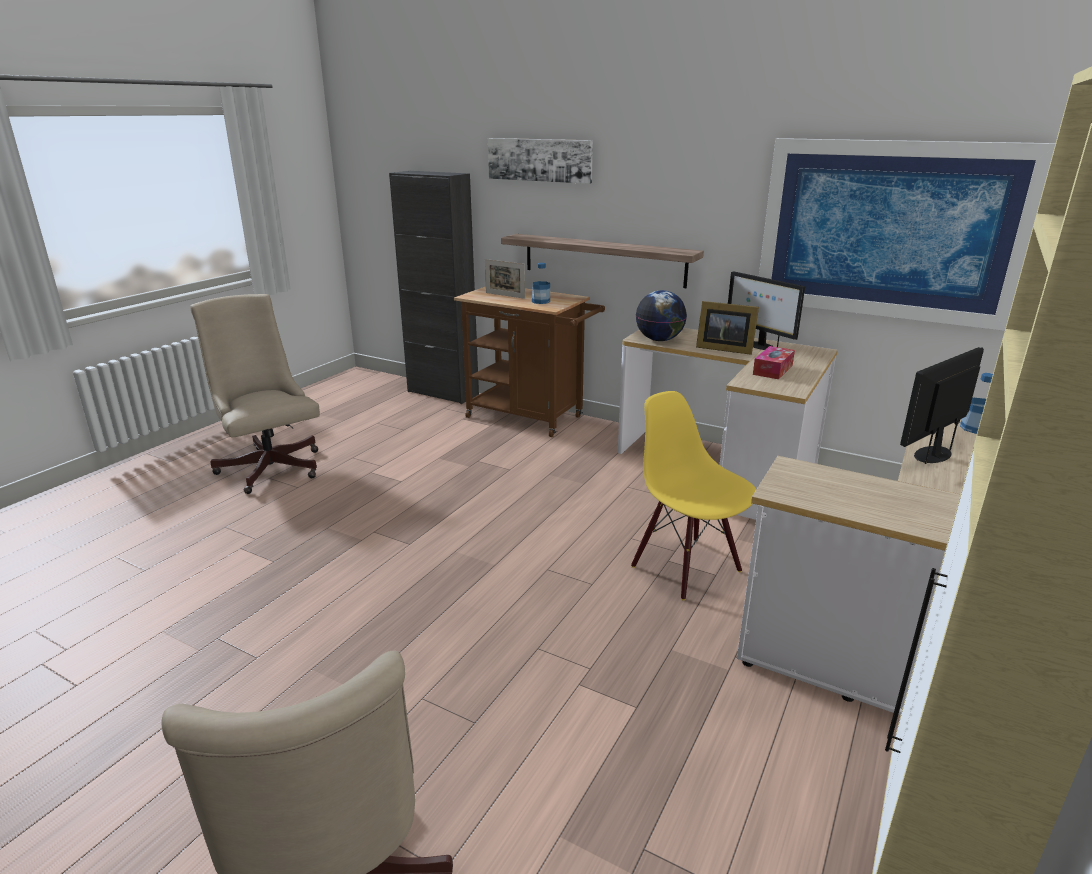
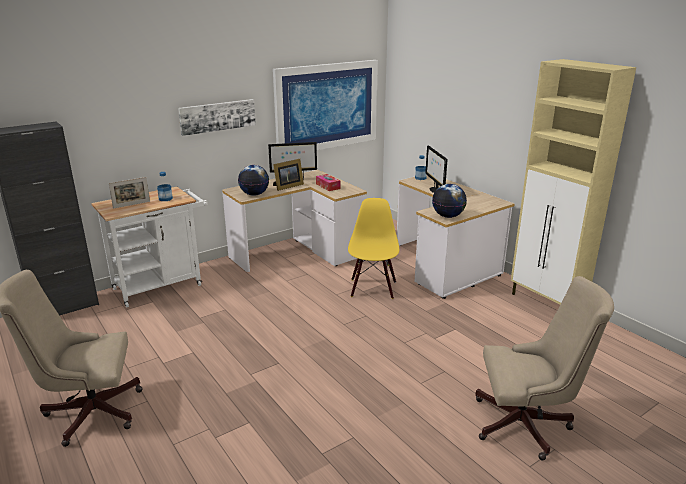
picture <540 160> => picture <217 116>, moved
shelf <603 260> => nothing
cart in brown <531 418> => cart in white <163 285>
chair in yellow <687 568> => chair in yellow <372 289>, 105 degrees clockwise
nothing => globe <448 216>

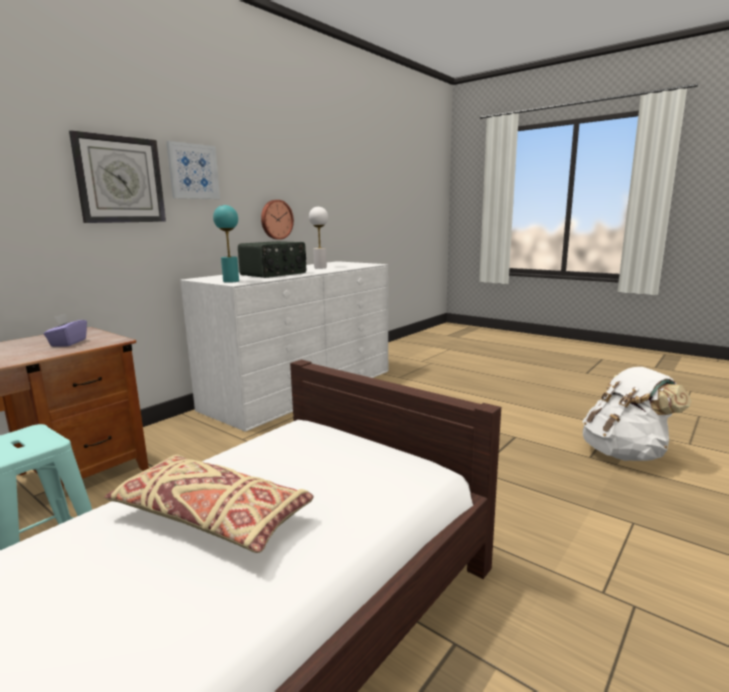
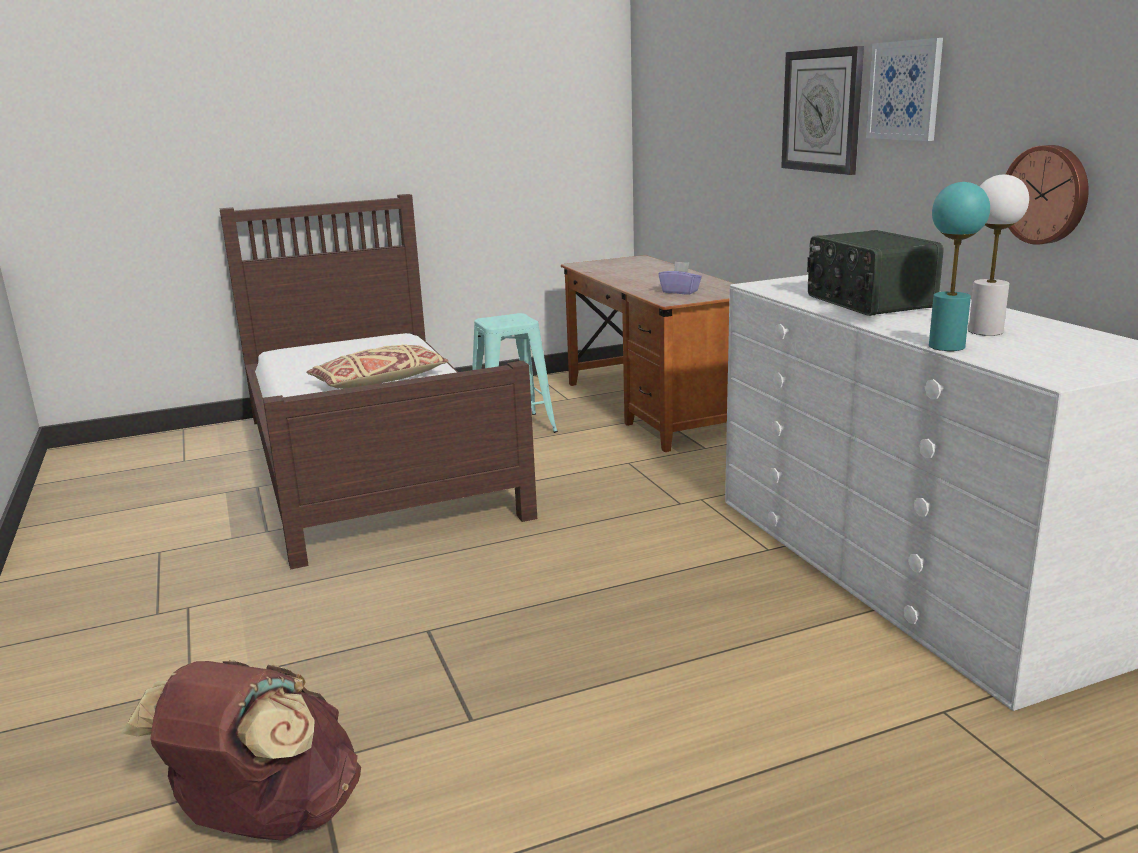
table lamp in turquoise <231 281> => table lamp in turquoise <946 346>, moved
backpack in white <625 453> => backpack in brown <266 819>

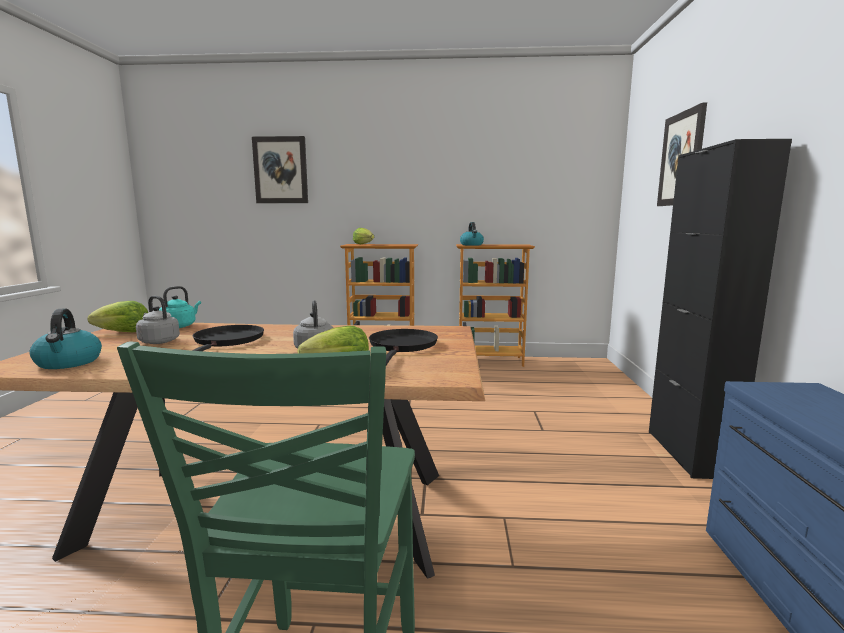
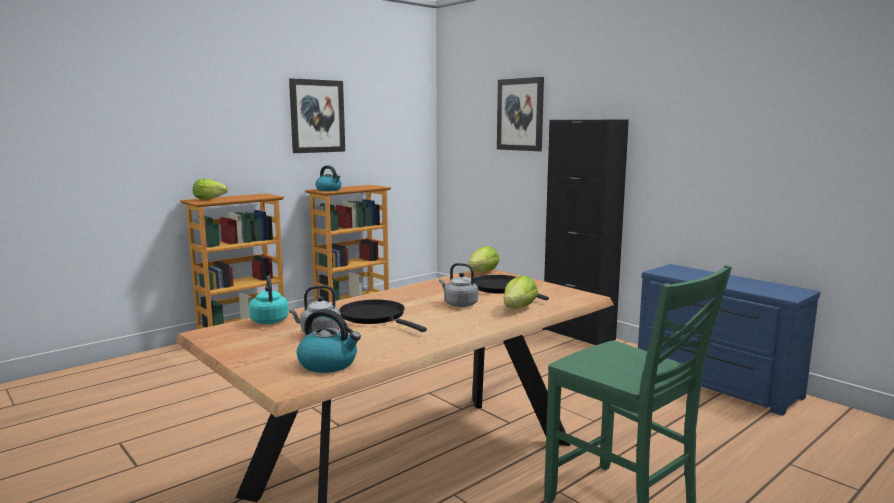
picture <280 170> => picture <317 116>, moved
lettuce <124 333> => lettuce <483 272>, moved

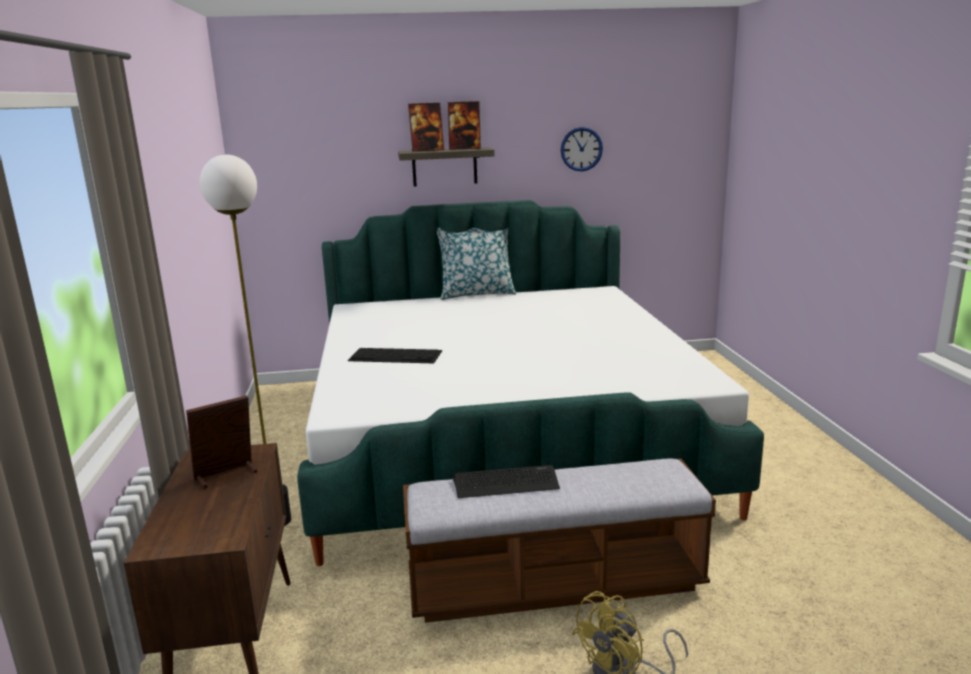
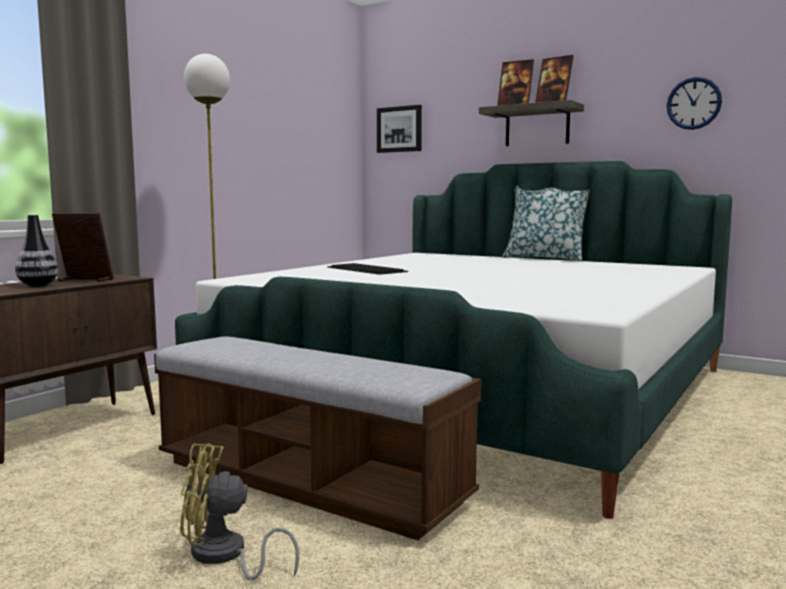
keyboard <506 483> => nothing
nothing => picture <399 129>
nothing => vase <38 285>

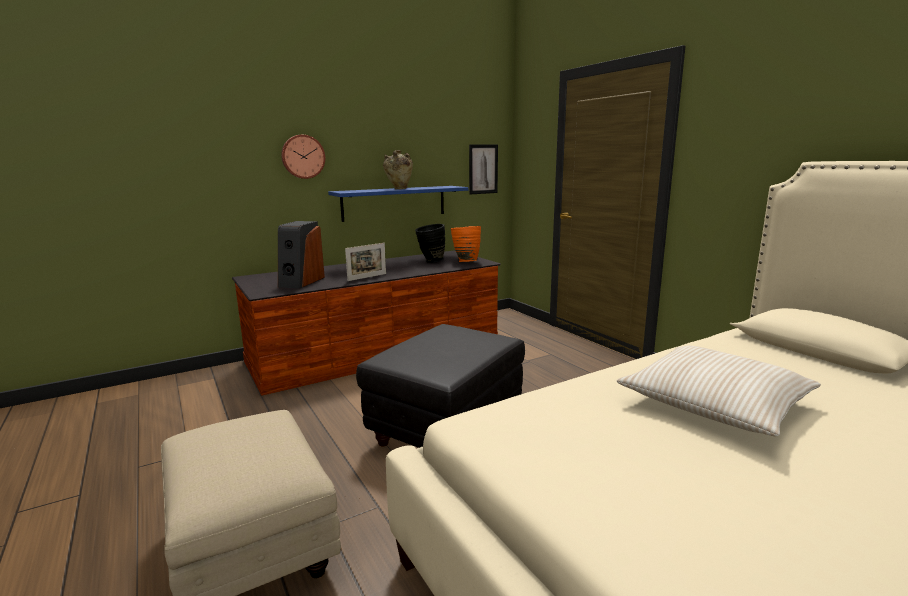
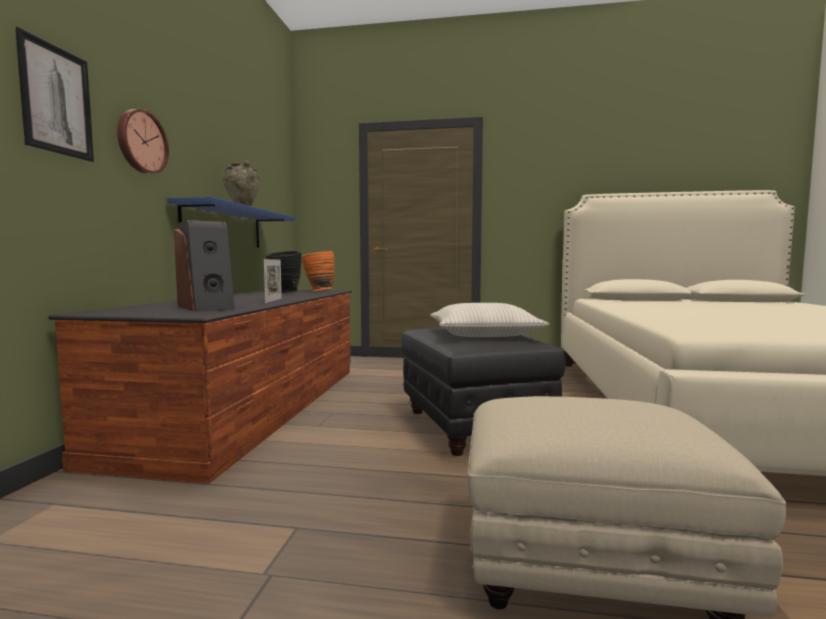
picture <483 169> => picture <56 100>, moved
pillow in beige <714 403> => pillow in beige <483 334>, moved

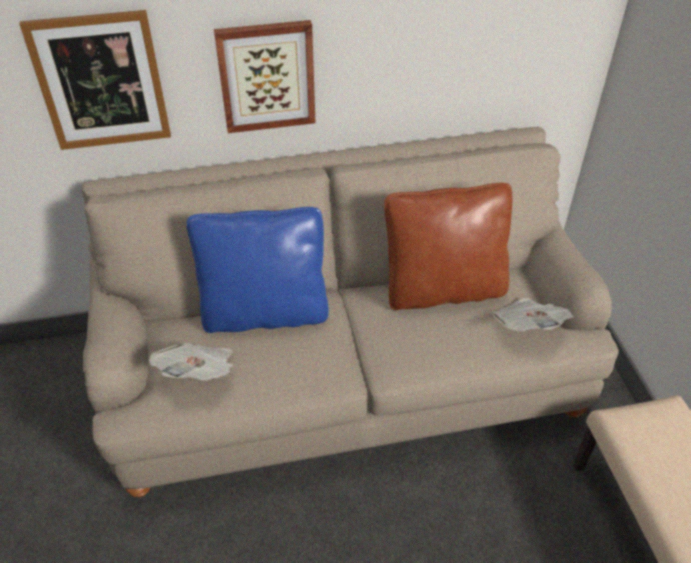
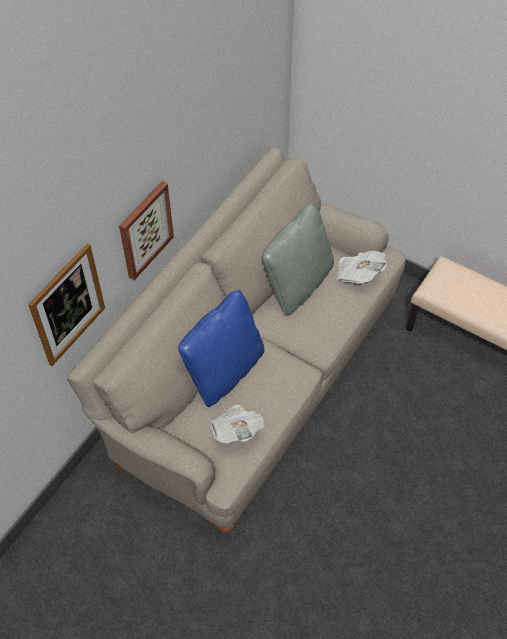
pillow in brown <443 289> => pillow in grey <297 284>

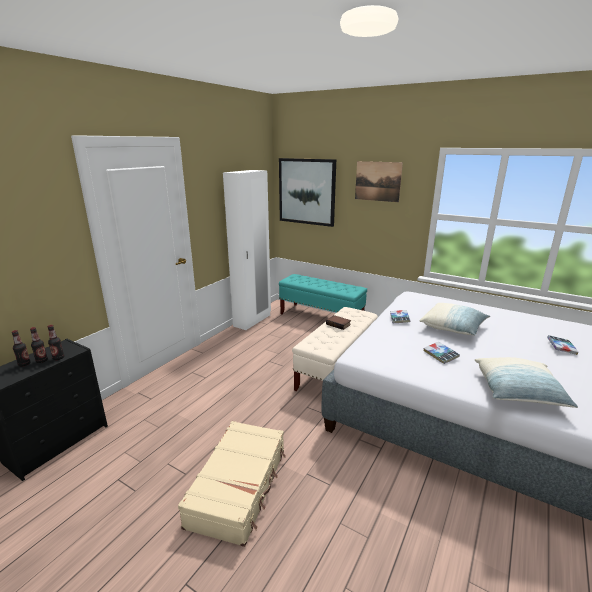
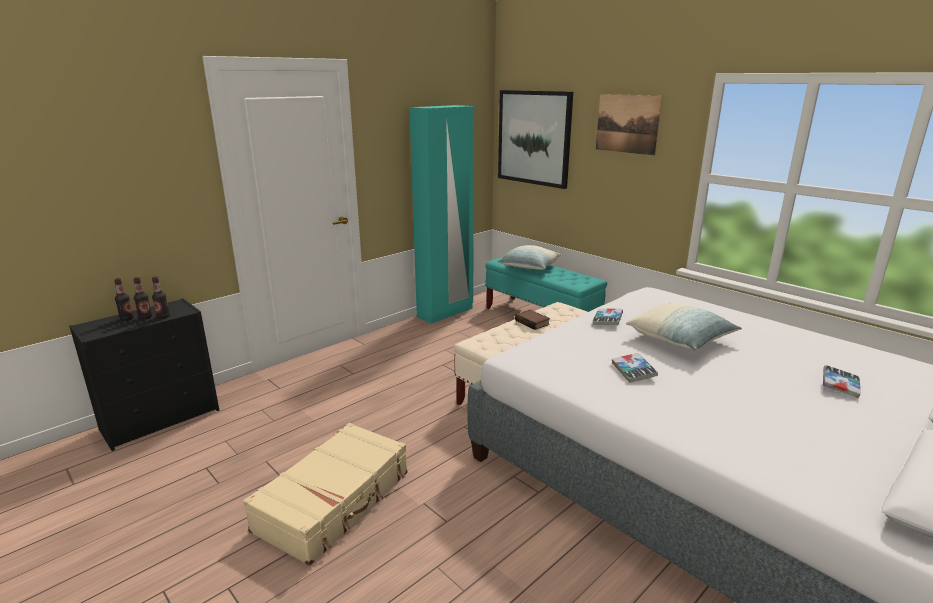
wardrobe in white <252 320> => wardrobe in turquoise <445 313>
pillow <518 392> => pillow <529 268>, moved

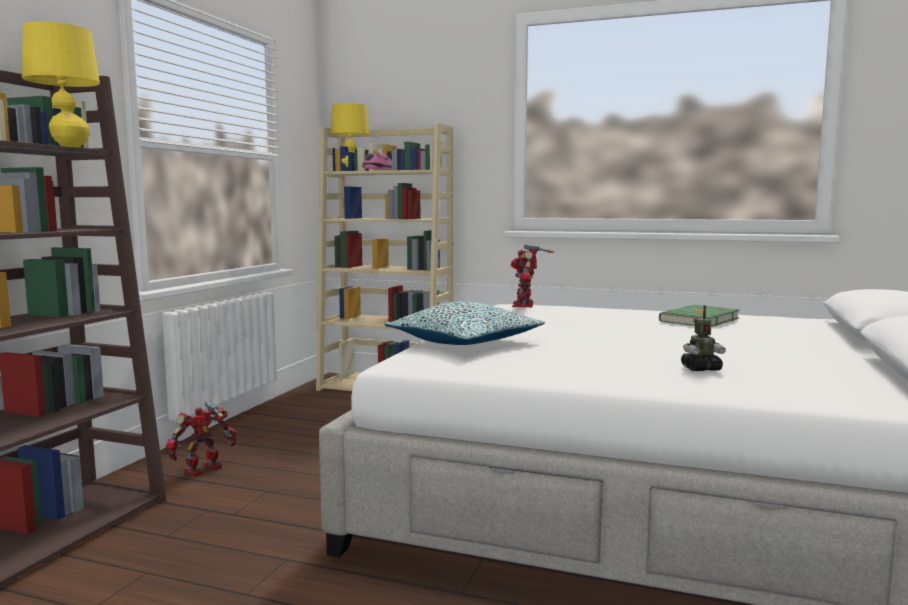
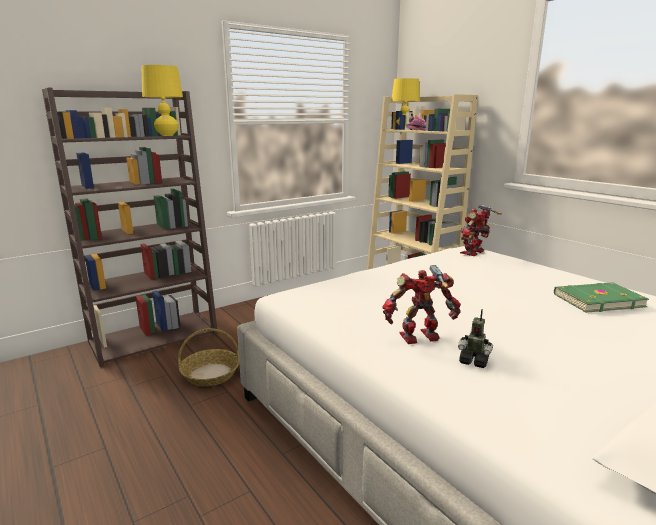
pillow <465 342> => nothing
toy robot <204 470> => toy robot <420 338>, moved
nothing => basket <211 374>

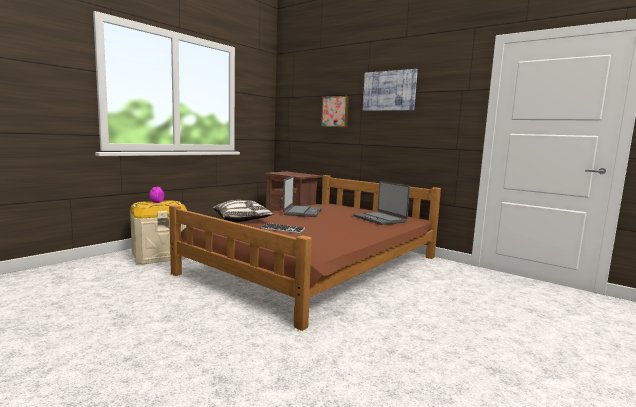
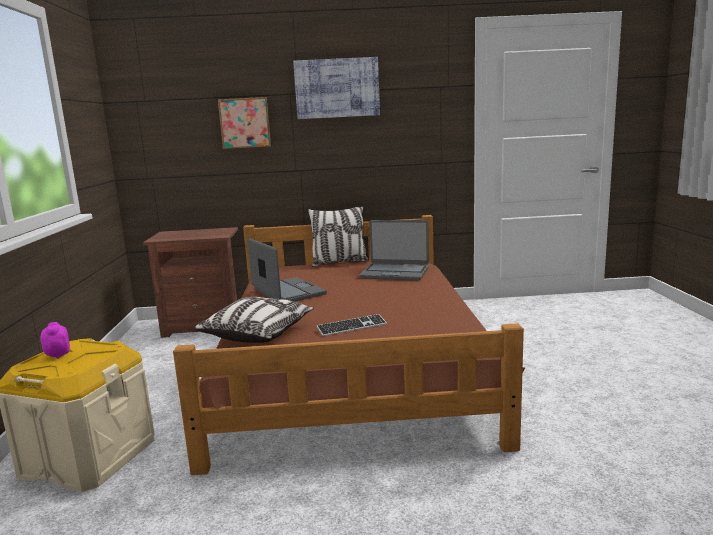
nothing => pillow <339 262>

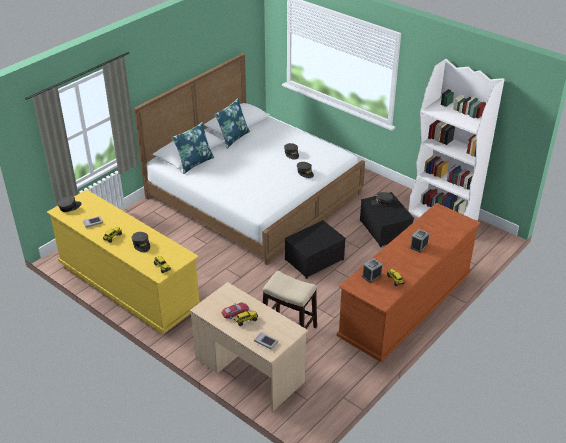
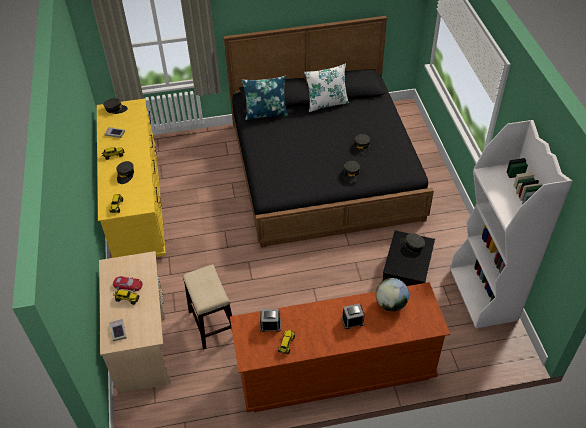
bed in white <253 194> => bed in black <323 169>
pillow in blue <233 138> => pillow in white <326 103>
storage box <314 260> => nothing
nothing => globe <391 304>

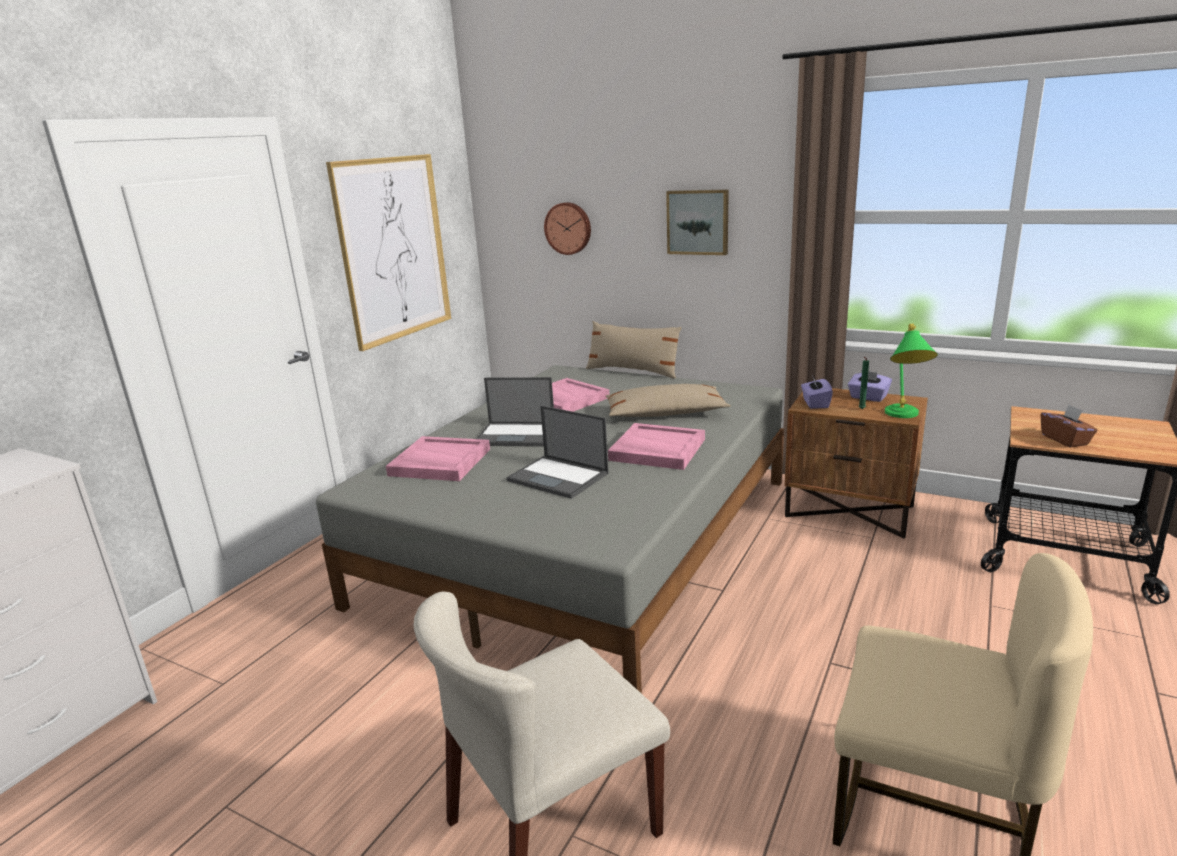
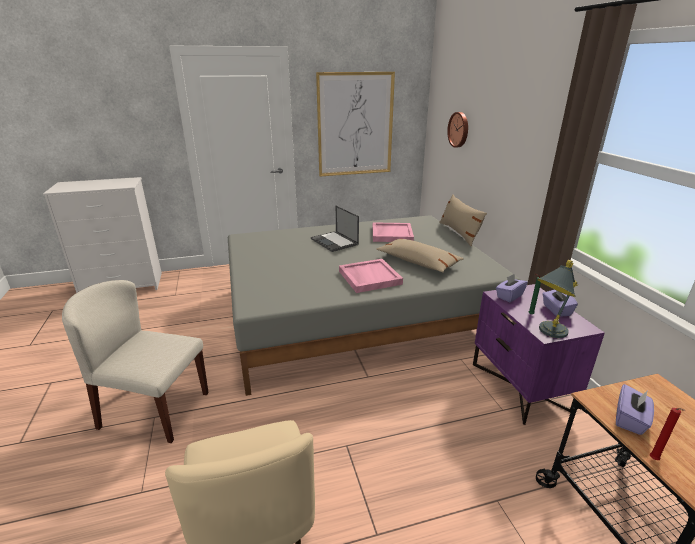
picture <698 222> => nothing
table lamp in green <904 417> => table lamp in grey <547 333>
nightstand in brown <850 511> => nightstand in purple <521 387>
tissue box in brown <1065 440> => tissue box in purple <630 420>
laptop <559 477> => nothing
tray in pink <439 462> => nothing
nothing => candle in red <654 460>

